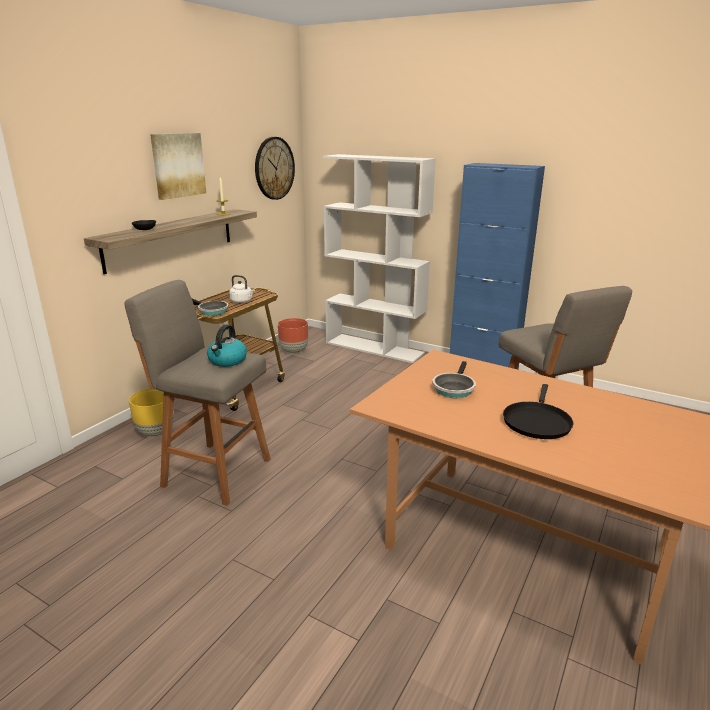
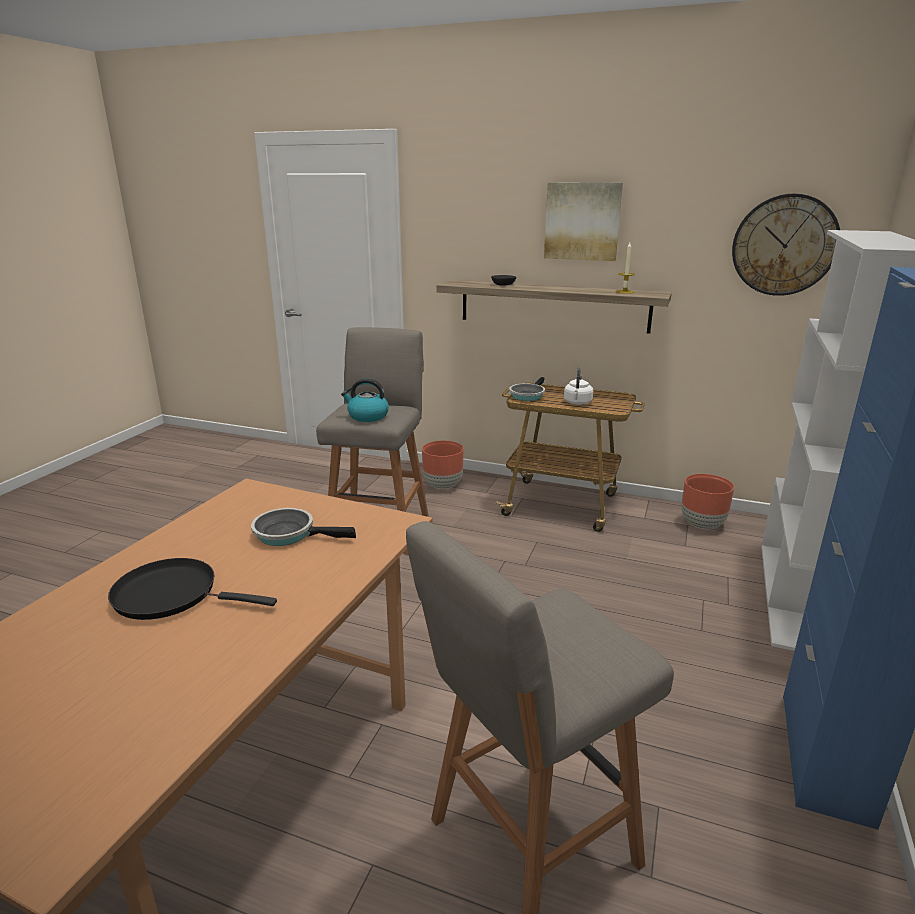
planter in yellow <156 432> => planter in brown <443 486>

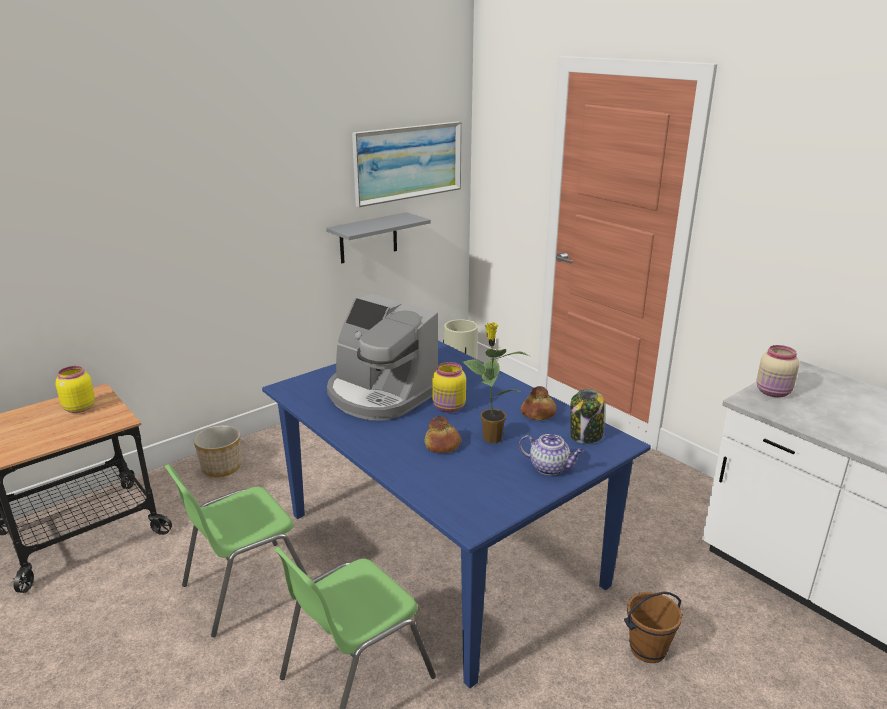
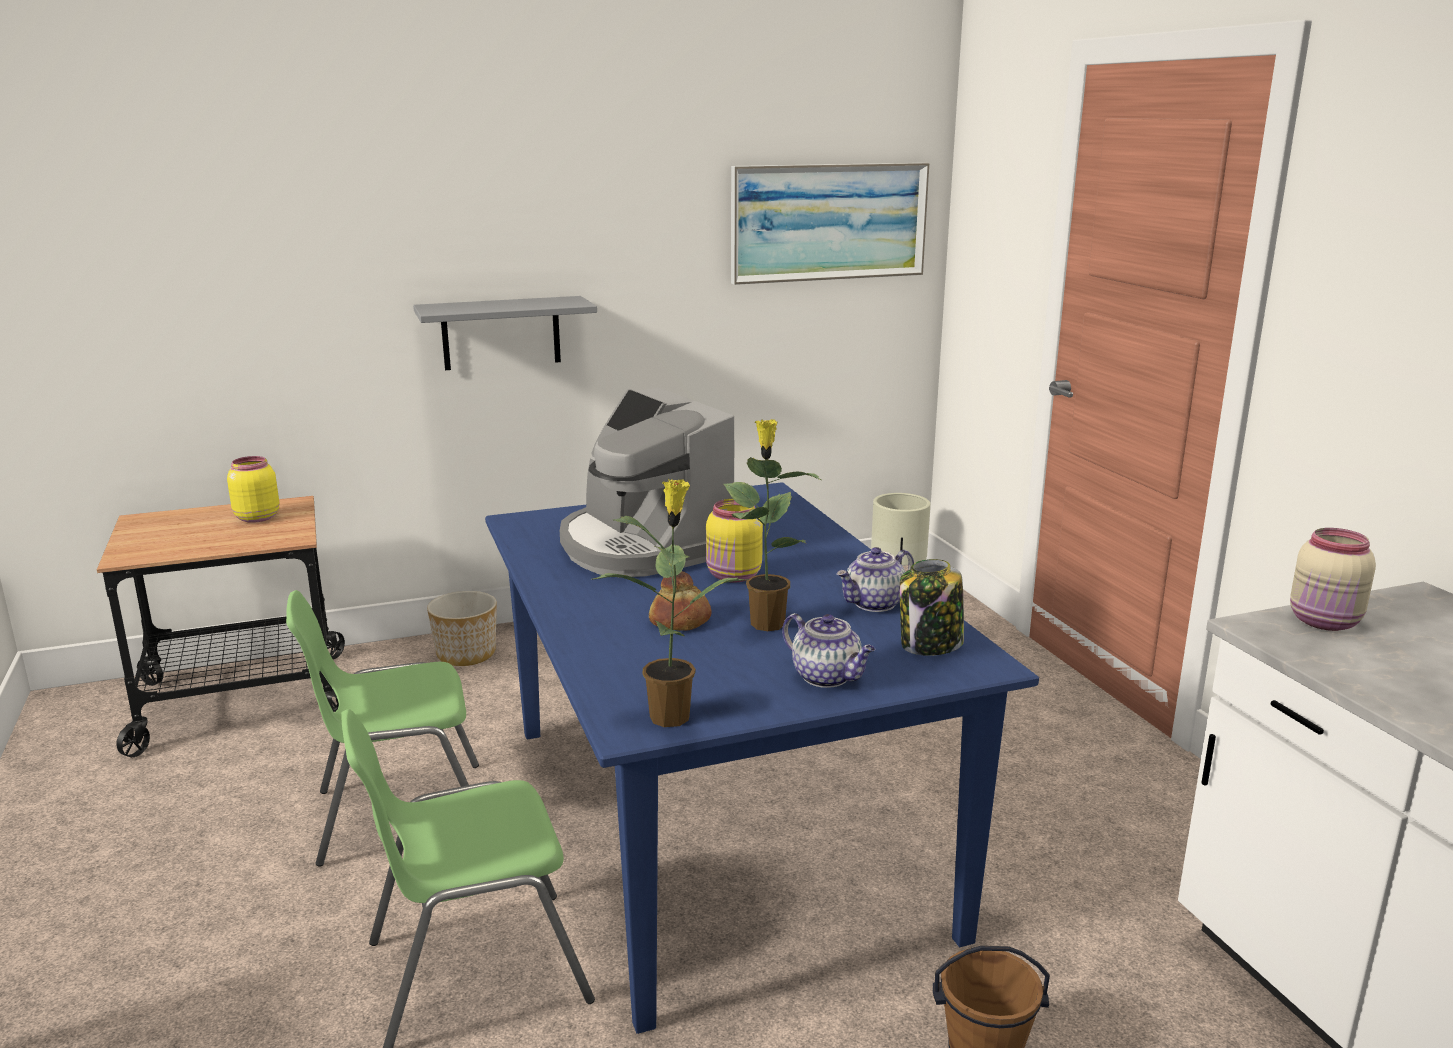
shelf in grey <368 238> => shelf in grey <501 333>, moved
bread <538 413> => teapot <874 604>
nothing => potted plant <671 715>

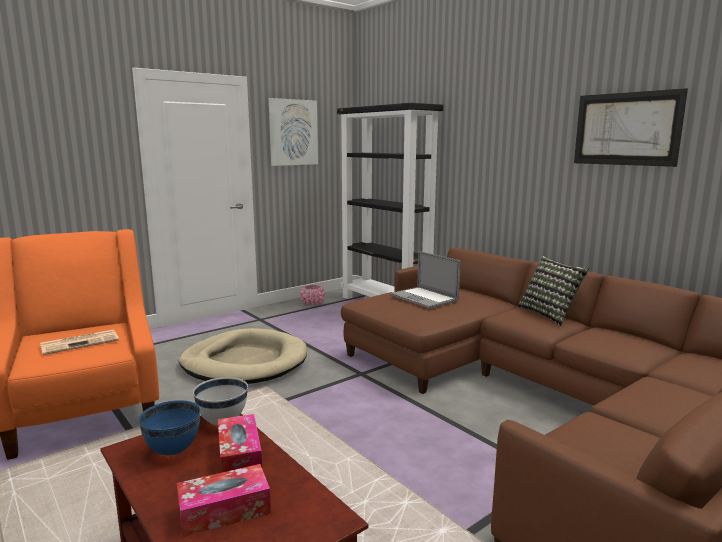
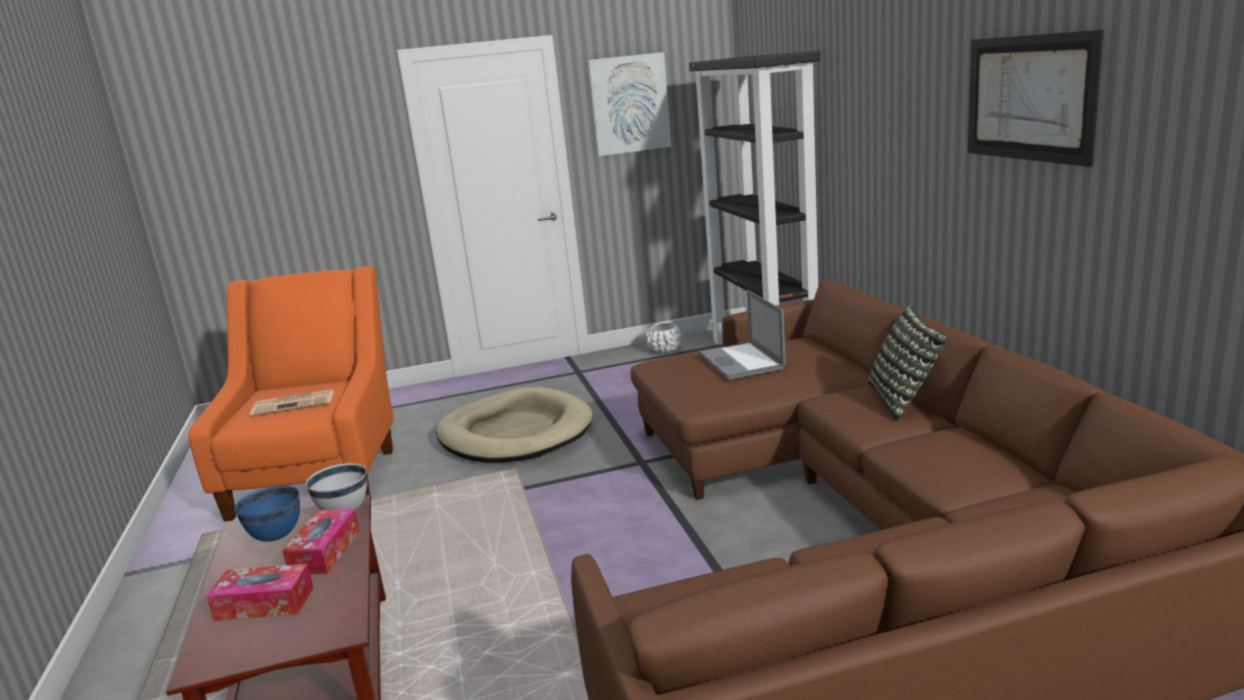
planter in pink <312 303> => planter in white <664 349>

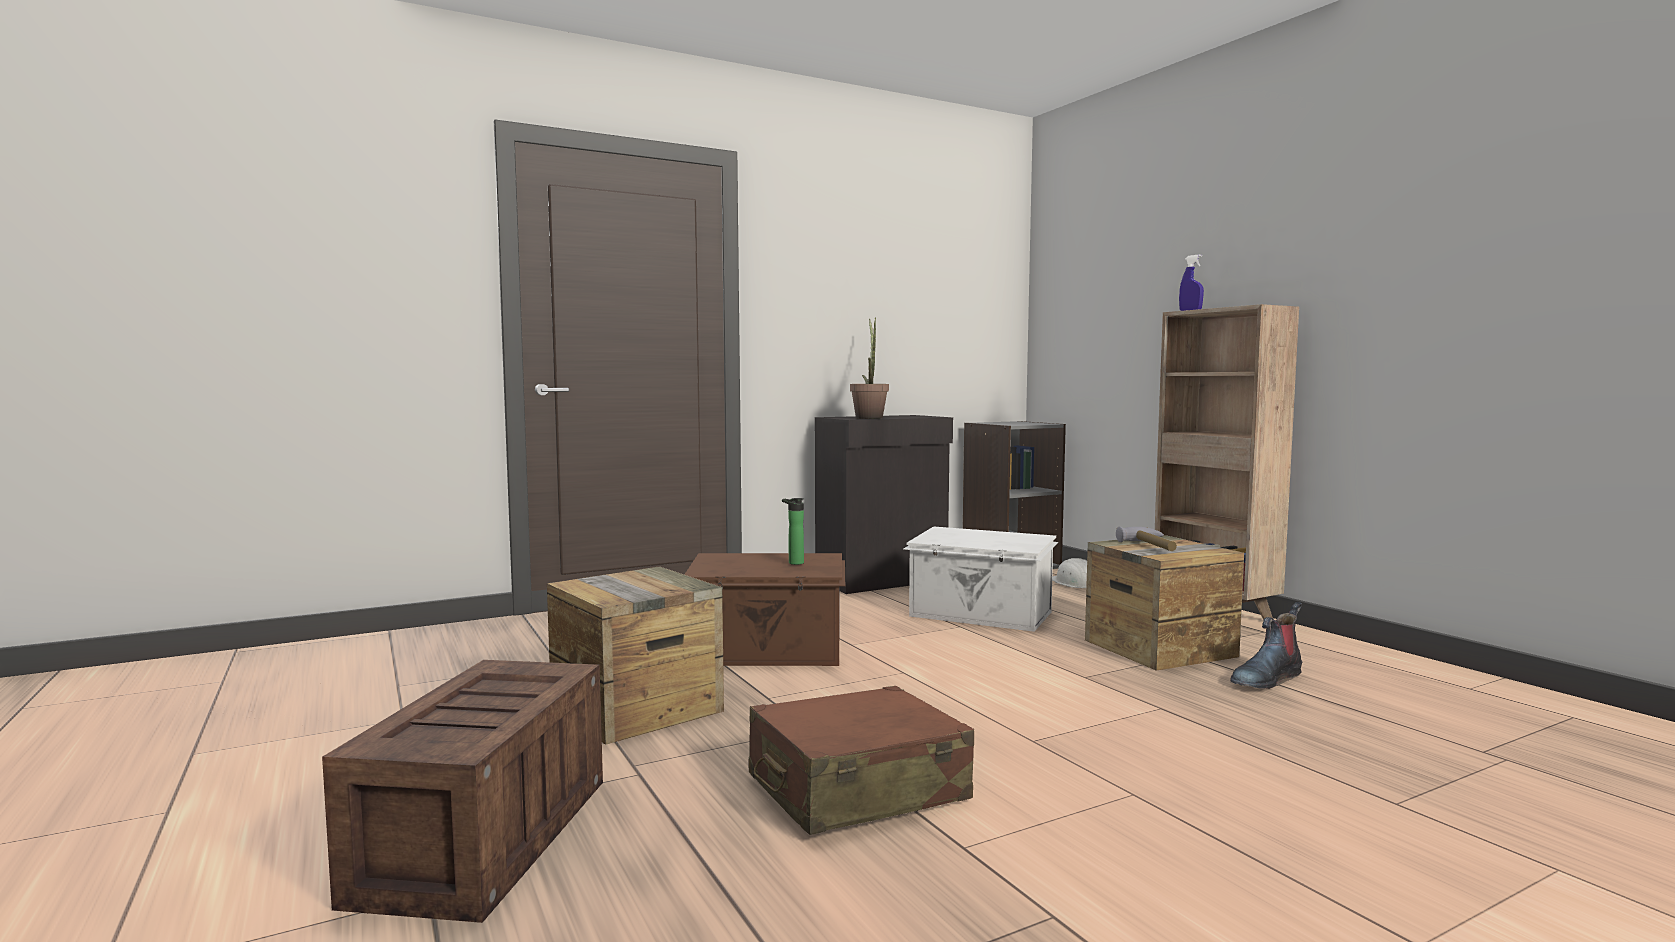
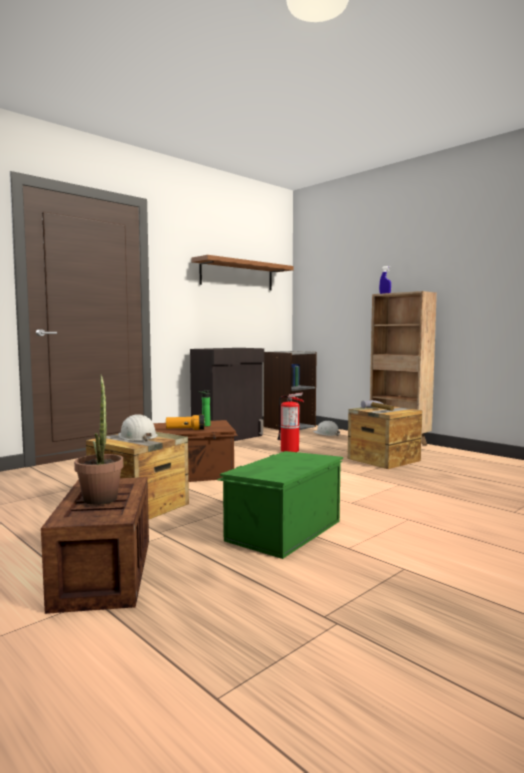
potted plant <869 418> => potted plant <101 497>, moved
storage box in white <981 614> => fire extinguisher <290 450>
boot <1266 679> => nothing
suitcase in brown <856 789> => storage box in green <282 530>
nothing => shelf in brown <237 275>
nothing => hard hat in white <137 437>
nothing => flashlight <185 429>

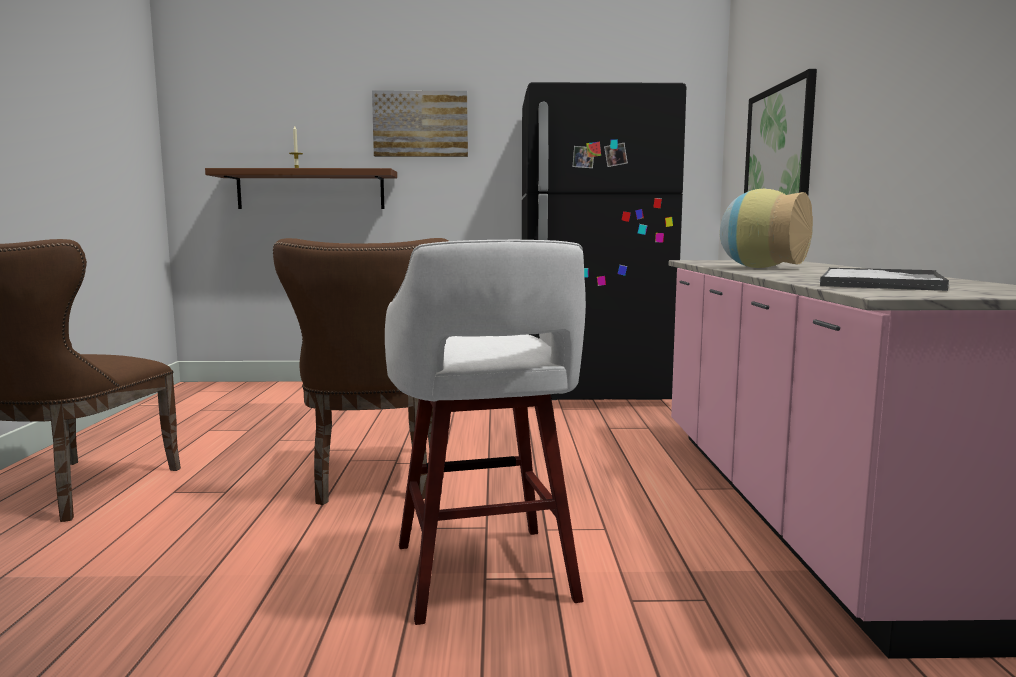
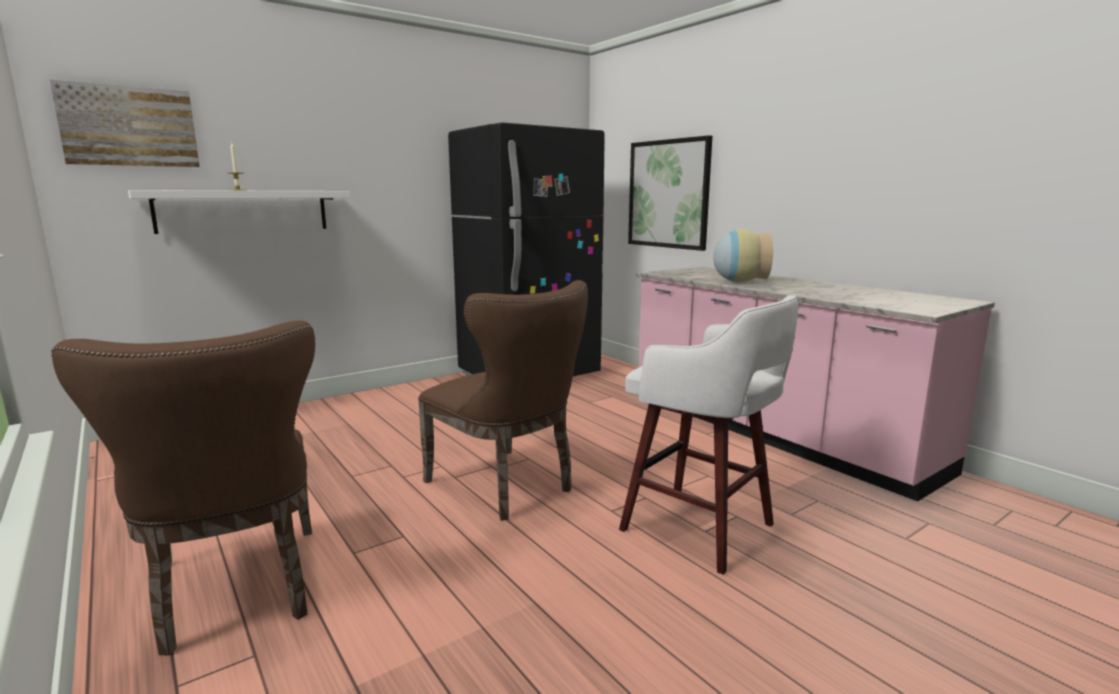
picture <420 124> => picture <129 126>, moved
shelf in brown <310 190> => shelf in white <243 211>
tray <880 282> => nothing

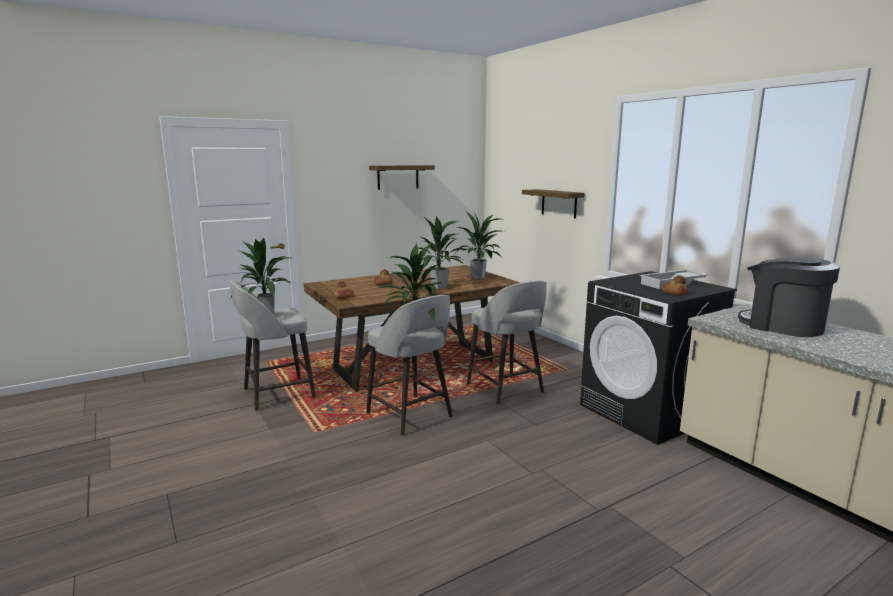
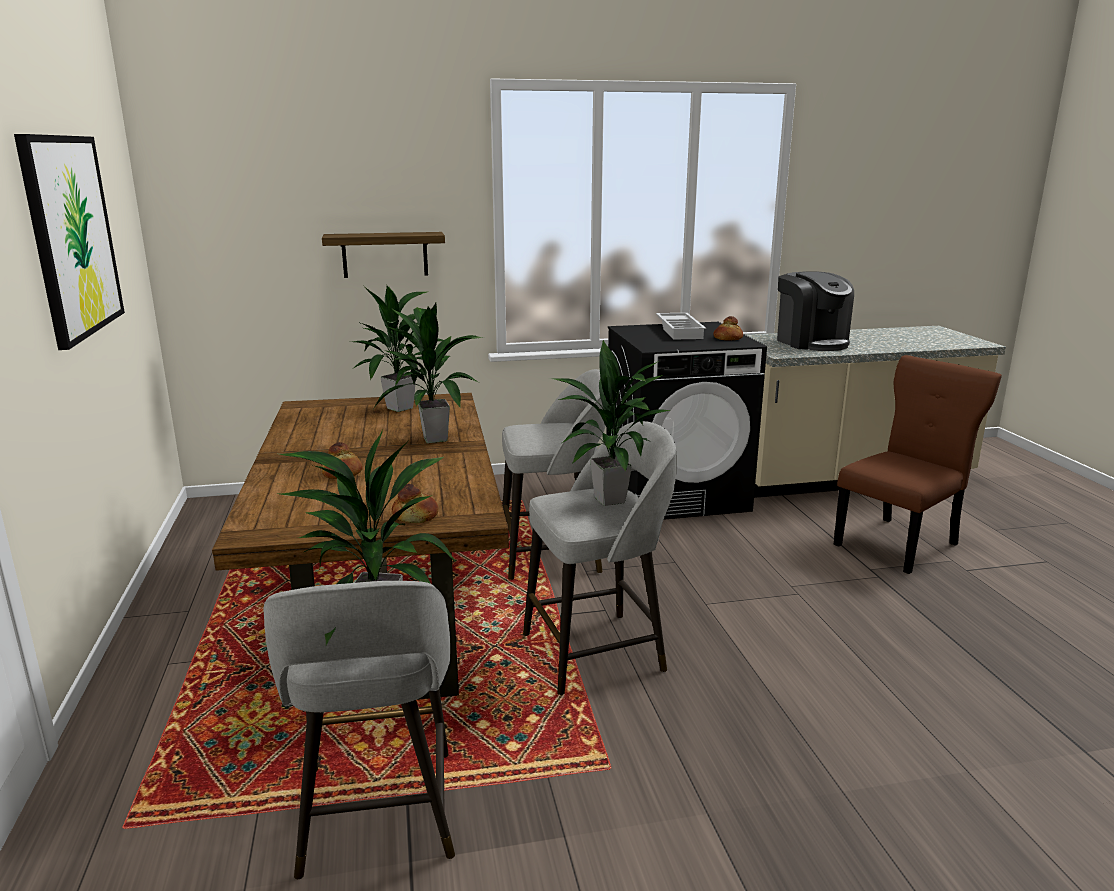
shelf <398 177> => picture <72 236>
coffee machine <782 326> => coffee machine <811 342>, 90 degrees counterclockwise
nothing => chair in brown <899 543>

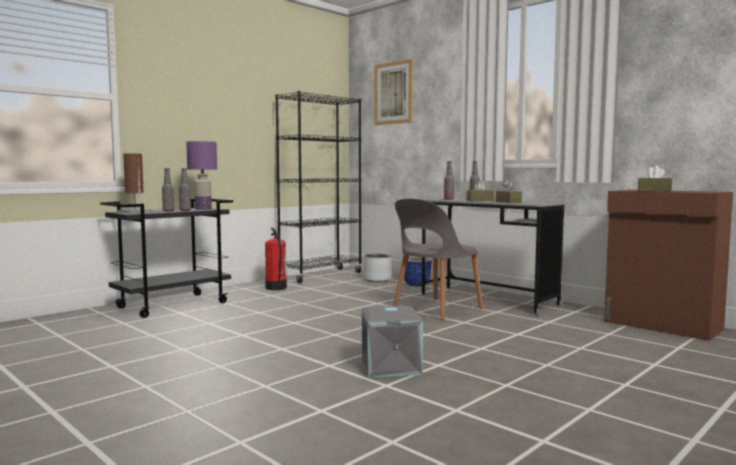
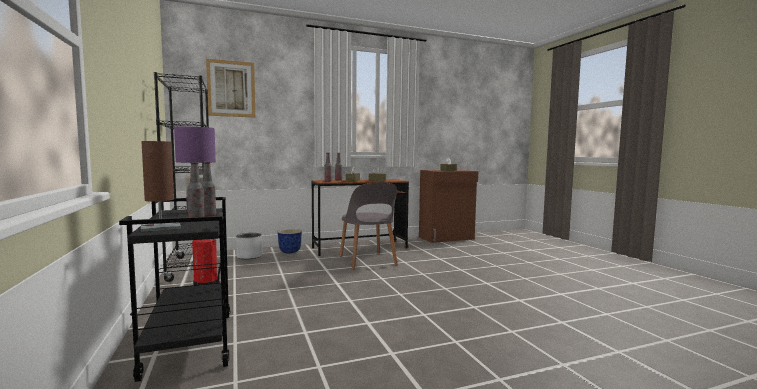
desk in grey <487 300> => desk in brown <360 248>
storage box in grey <392 366> => nothing

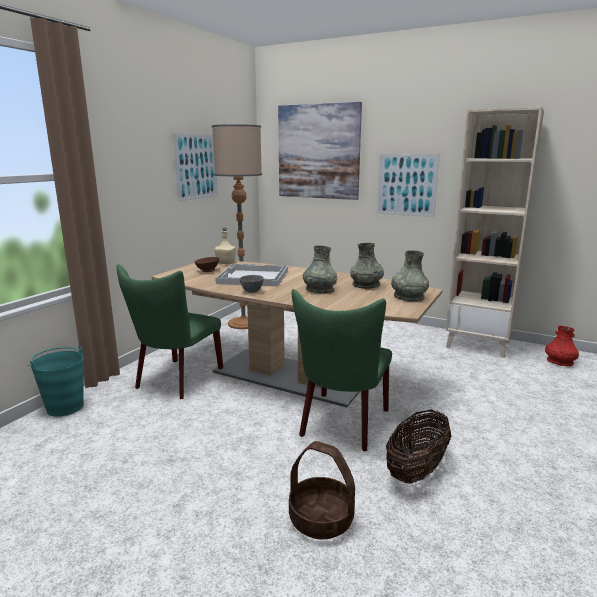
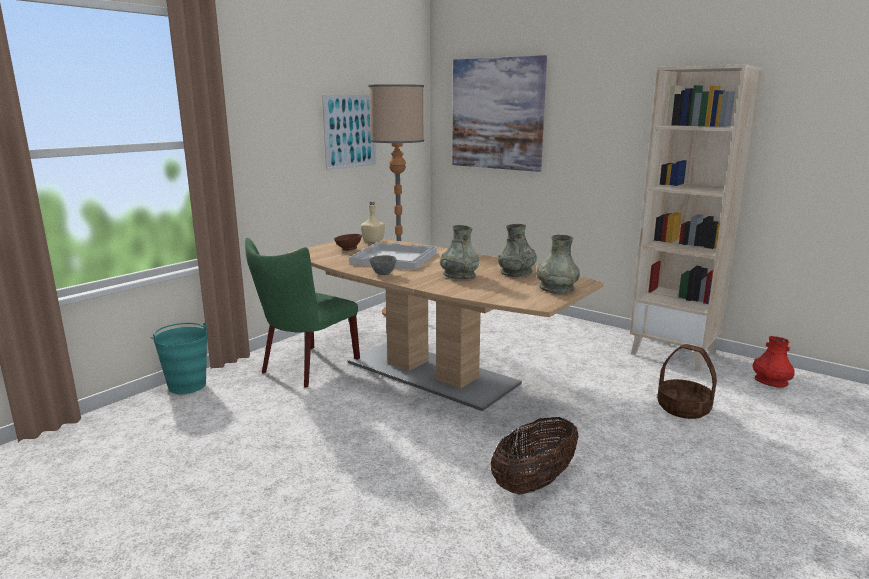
picture <406 185> => nothing
chair in green <342 425> => nothing
basket <321 519> => basket <684 408>, moved

